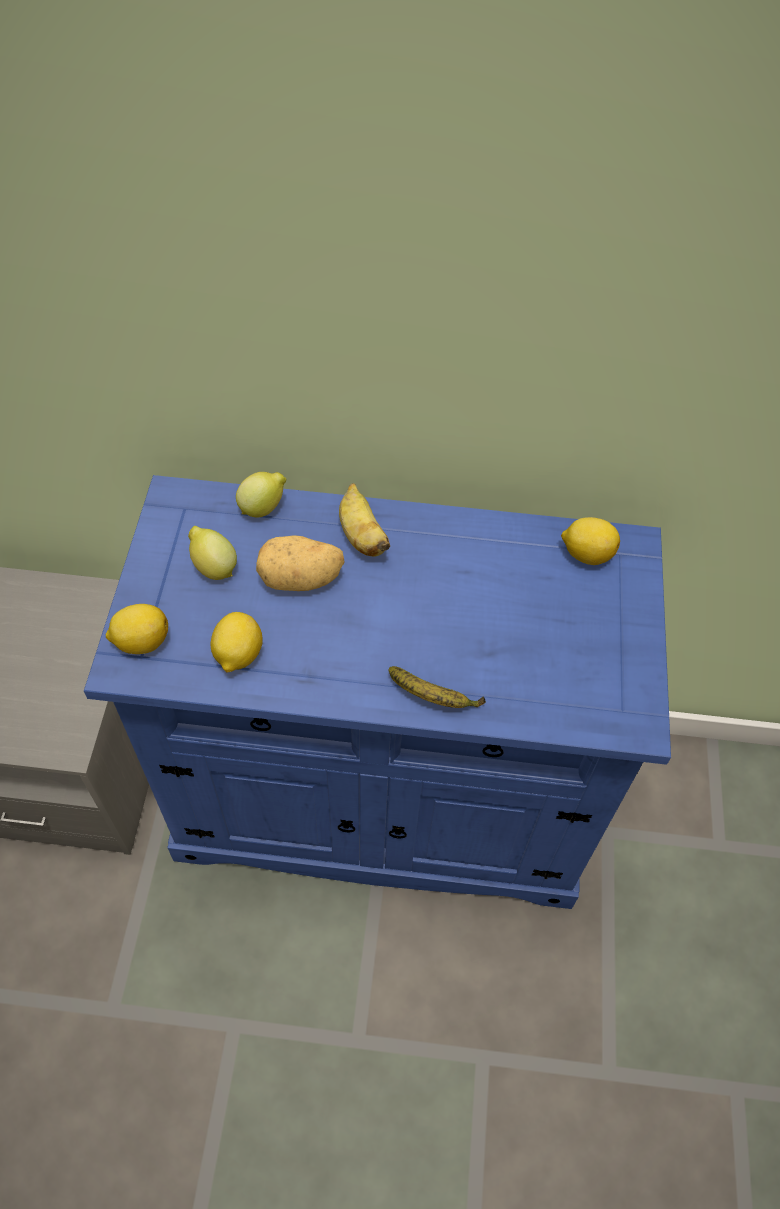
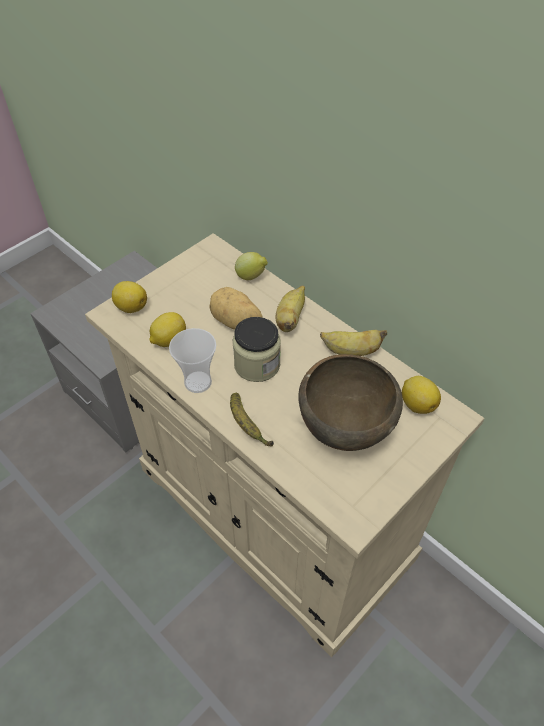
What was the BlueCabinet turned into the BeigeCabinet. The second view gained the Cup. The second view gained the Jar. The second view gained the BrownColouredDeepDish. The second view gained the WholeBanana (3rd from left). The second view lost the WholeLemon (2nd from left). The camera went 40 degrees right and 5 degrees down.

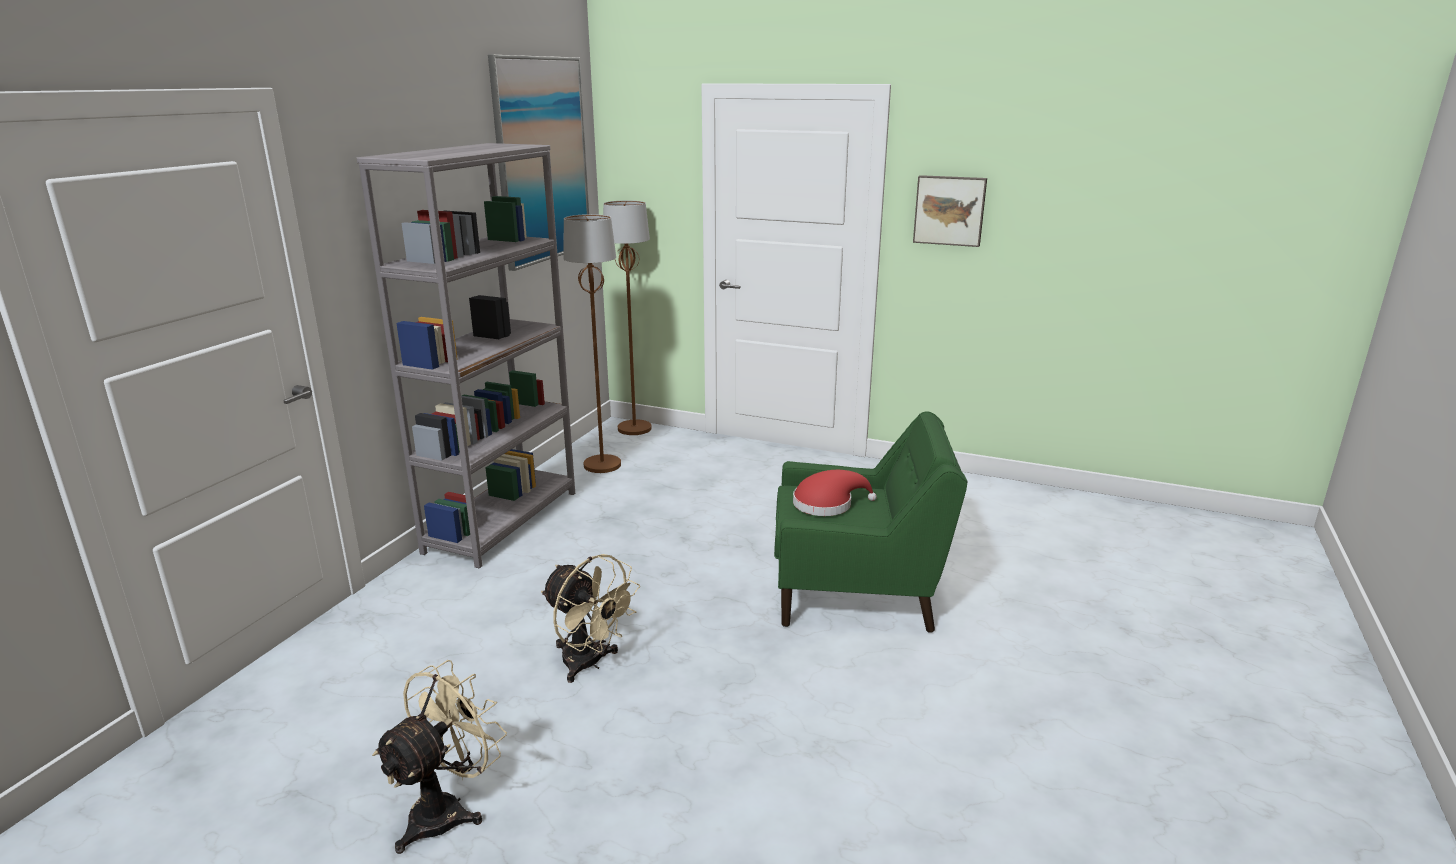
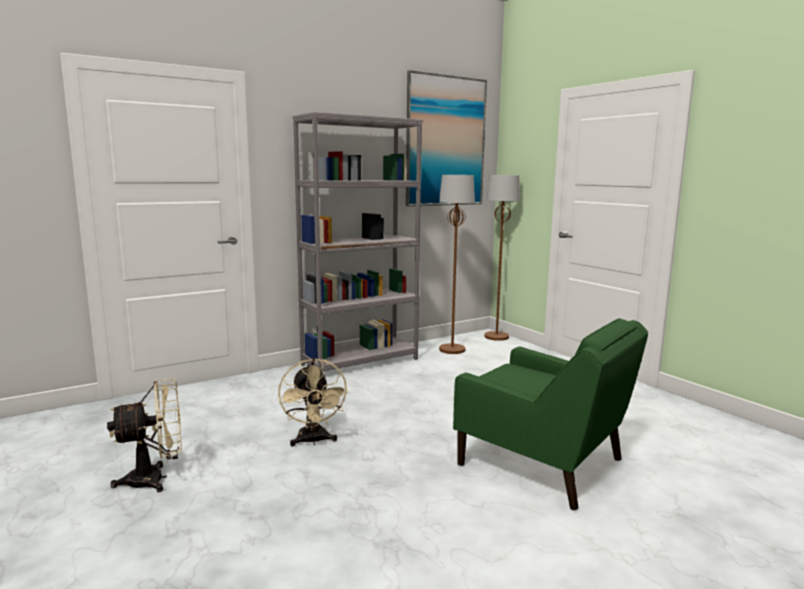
The second view lost the RedHat. The second view lost the Picture (2nd from left). The camera went 35 degrees right and 10 degrees down.

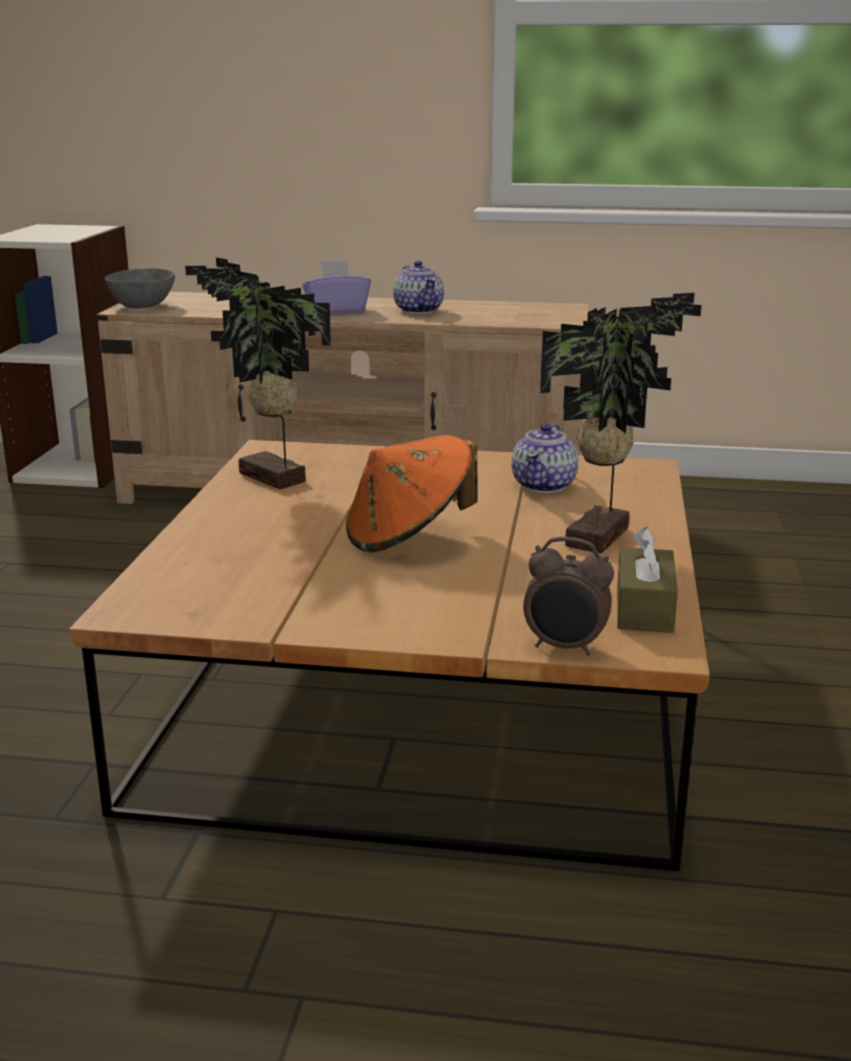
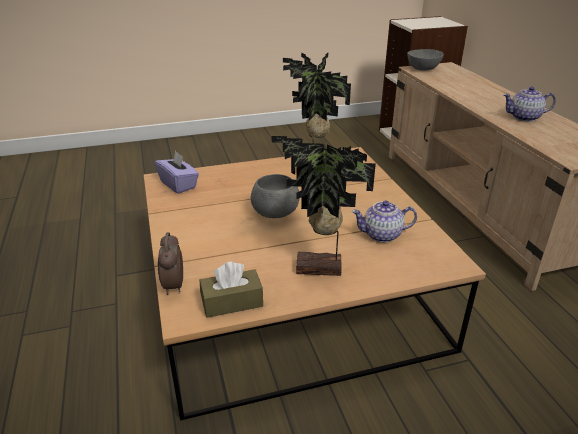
The PurplishBoxOfTissues ended up elsewhere. Where the OrangeColouredHat stood, the GreyDeepDish (1st from left) came to stand. The Teapot (1st from left in the first image) ended up facing another way, 45 degrees clockwise from before. The camera went 65 degrees right and 10 degrees up.

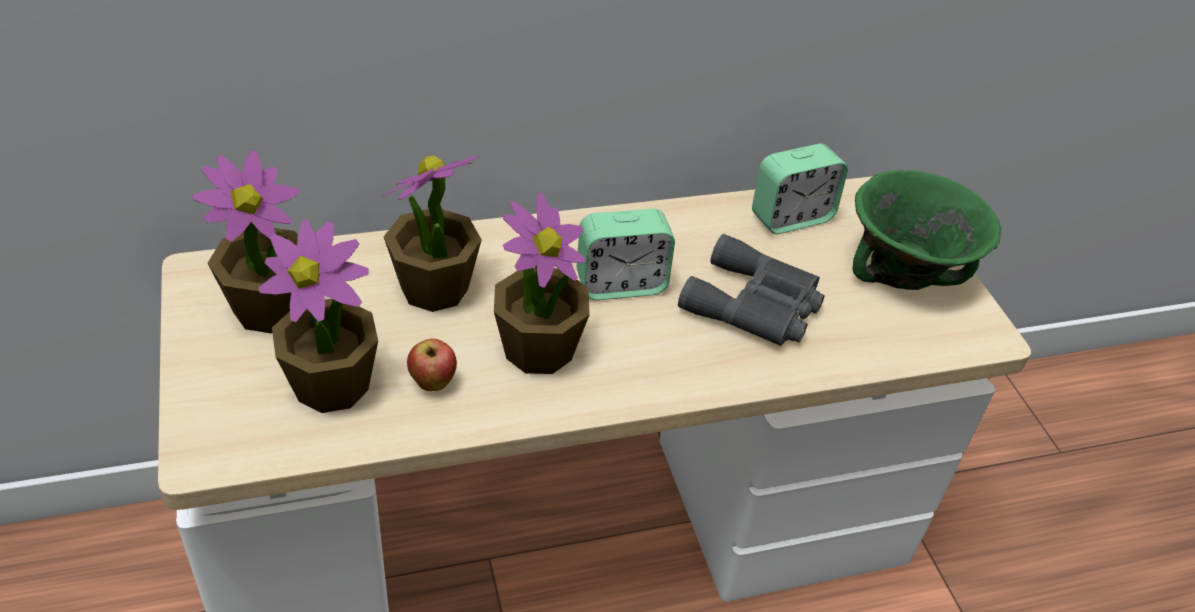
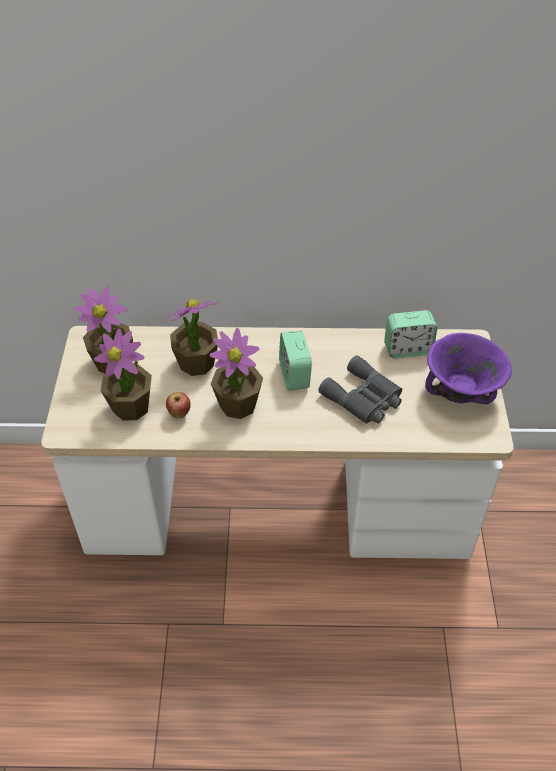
The TableClock (1st from left) ended up facing another way, 75 degrees clockwise from before. What was the GreenColouredDeepDish turned into the PurplishDeepDish. The camera went 20 degrees right and 5 degrees up.

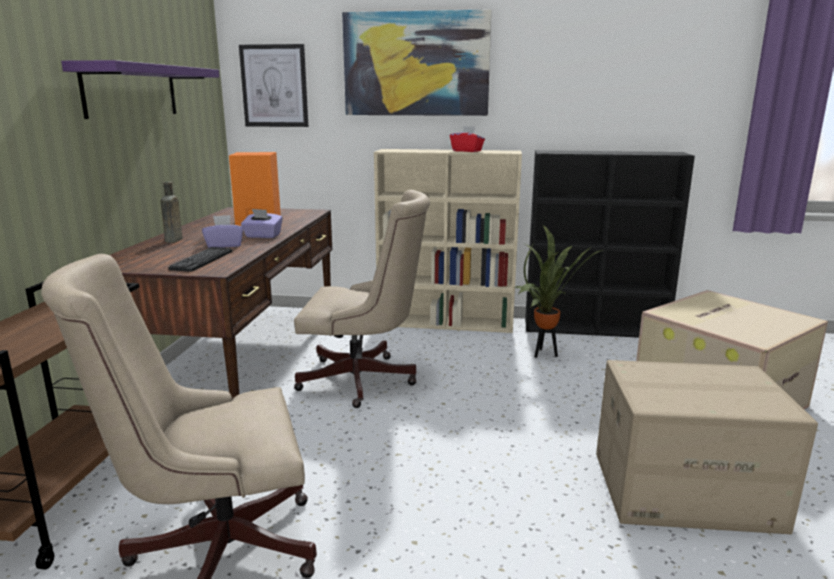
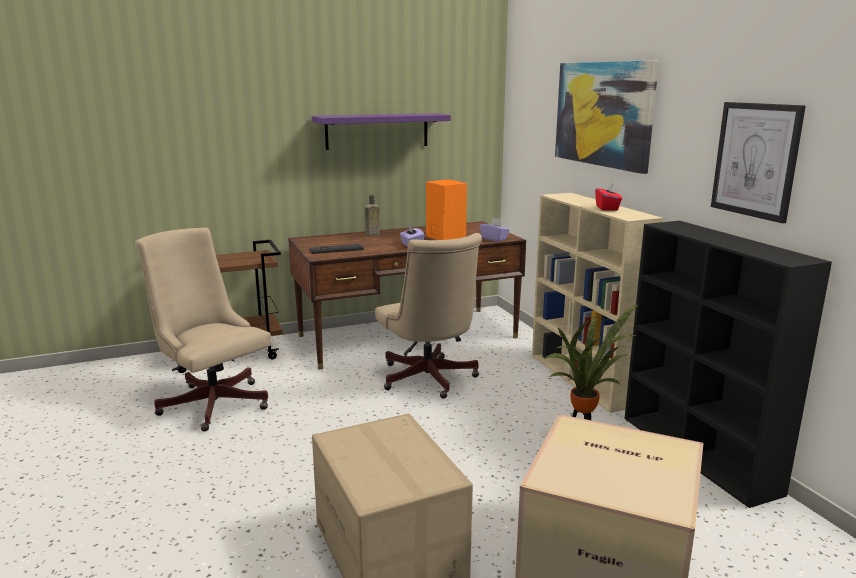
The PurplishBoxOfTissues (1st from left in the first image) ended up elsewhere. The Picture (1st from left in the first image) ended up elsewhere. The camera went 60 degrees right and 0 degrees up.

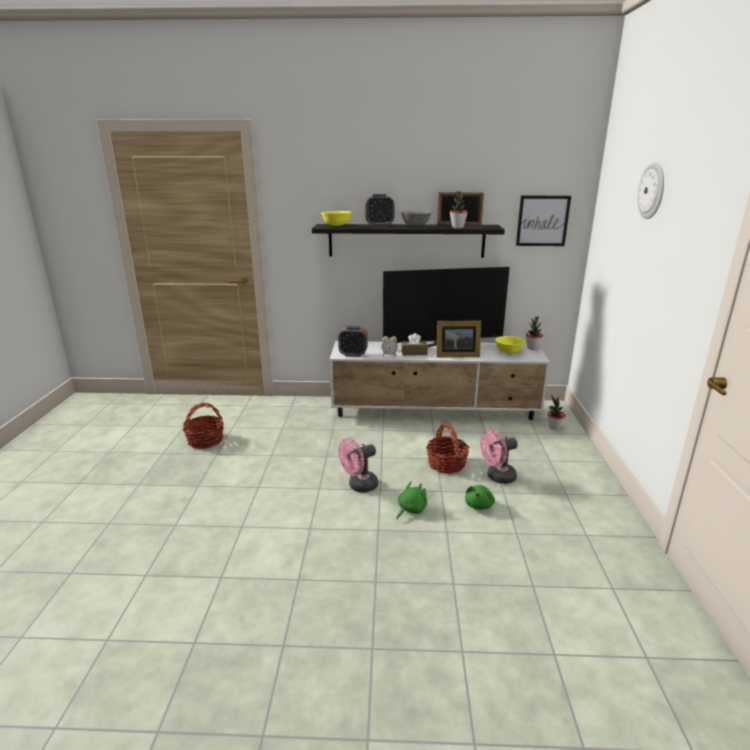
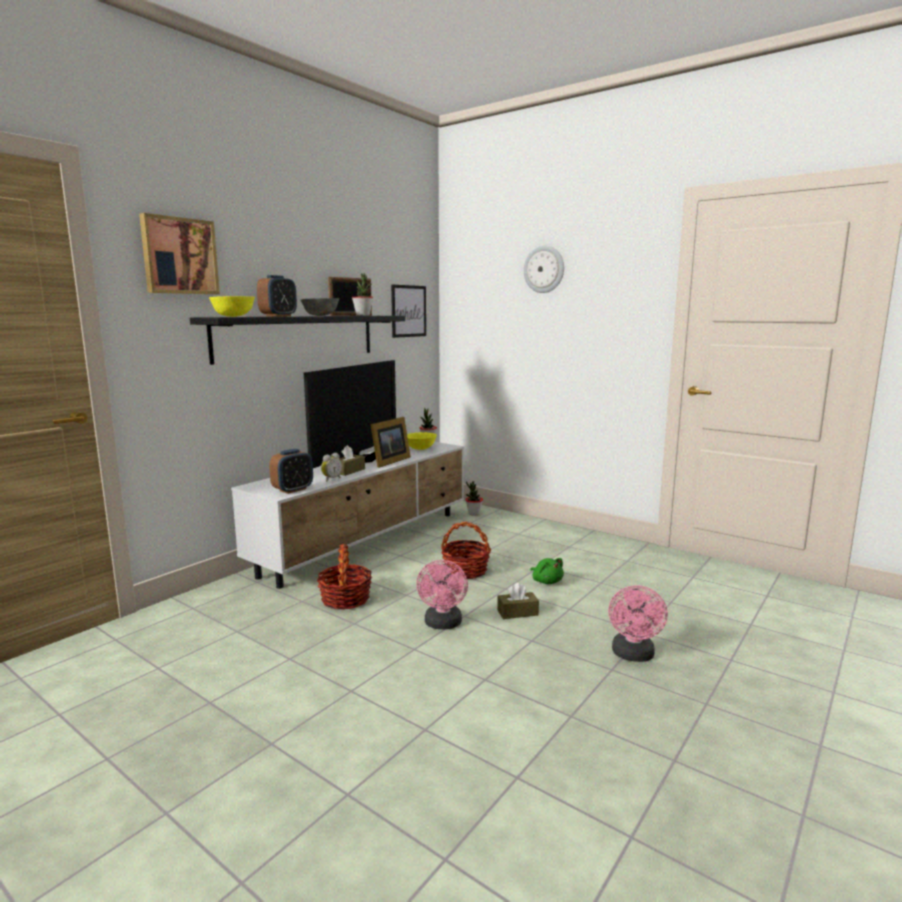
The second view gained the Picture (1st from left). The StorageBasket (1st from left) ended up elsewhere. Where the GreenColouredCuddlyToy (1st from left) stood, the BrownColouredBoxOfTissues (2nd from left) came to stand. The PinkColouredFan (2nd from left) ended up elsewhere. The camera went 55 degrees left and 10 degrees down.

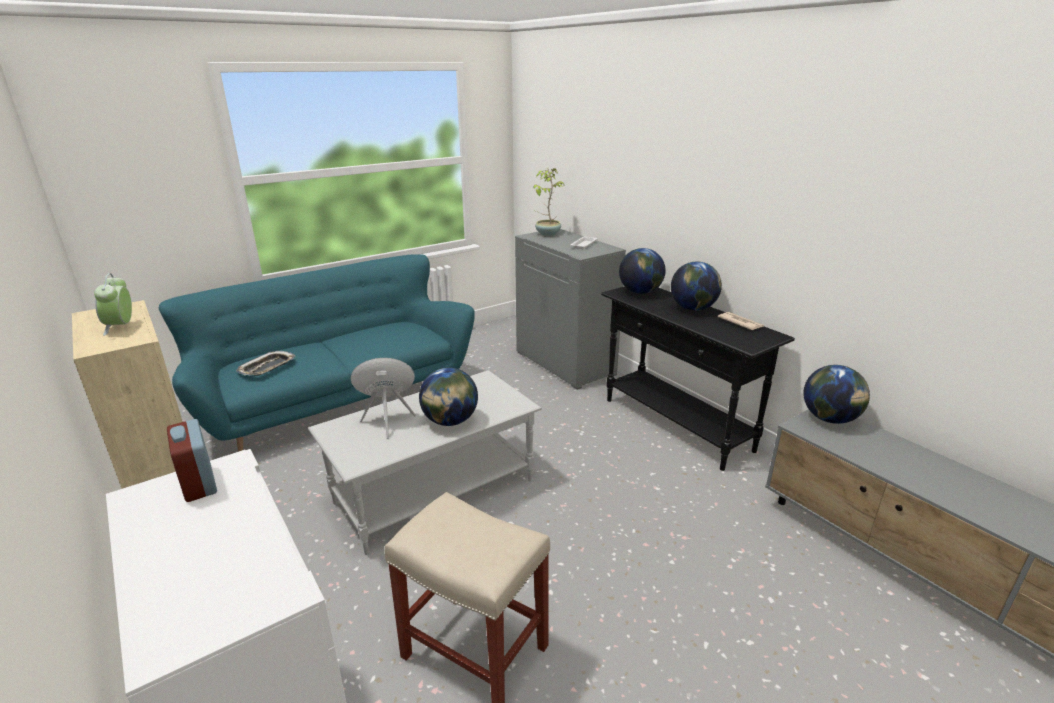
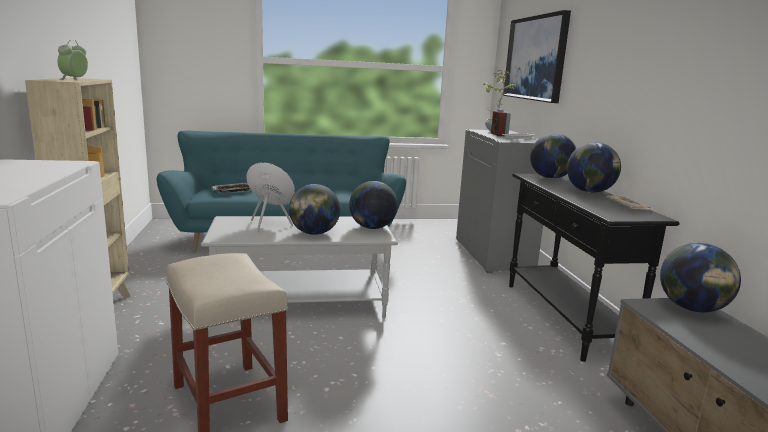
The second view gained the Globe (2nd from left). The TableClock (2nd from left) ended up elsewhere. The second view gained the Picture. The camera went 25 degrees right and 10 degrees down.

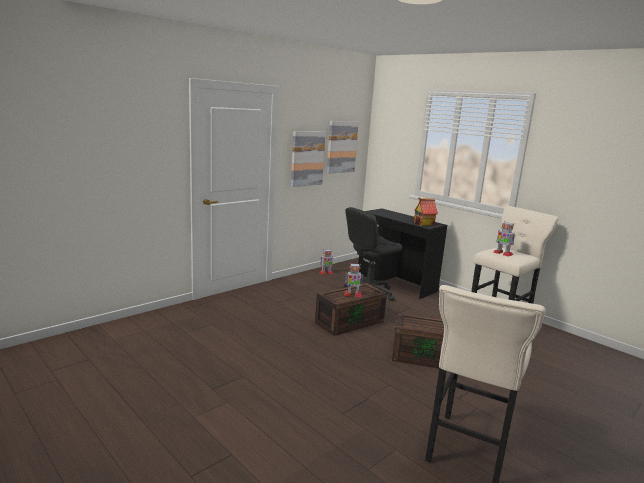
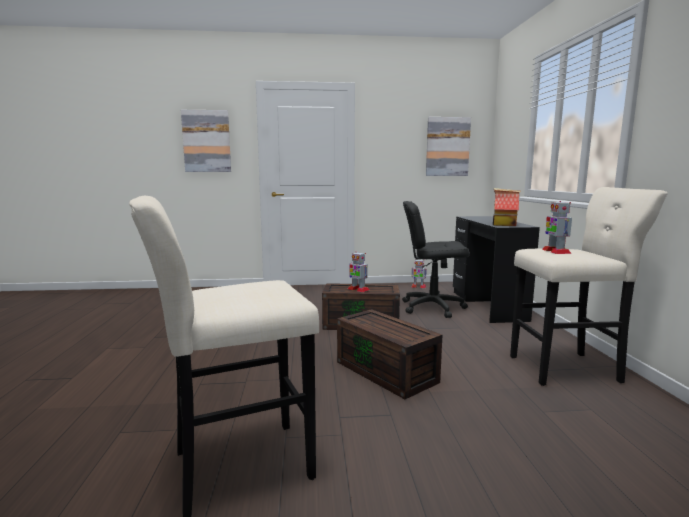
The Picture (1st from left) ended up elsewhere. The camera went 40 degrees right and 5 degrees down.

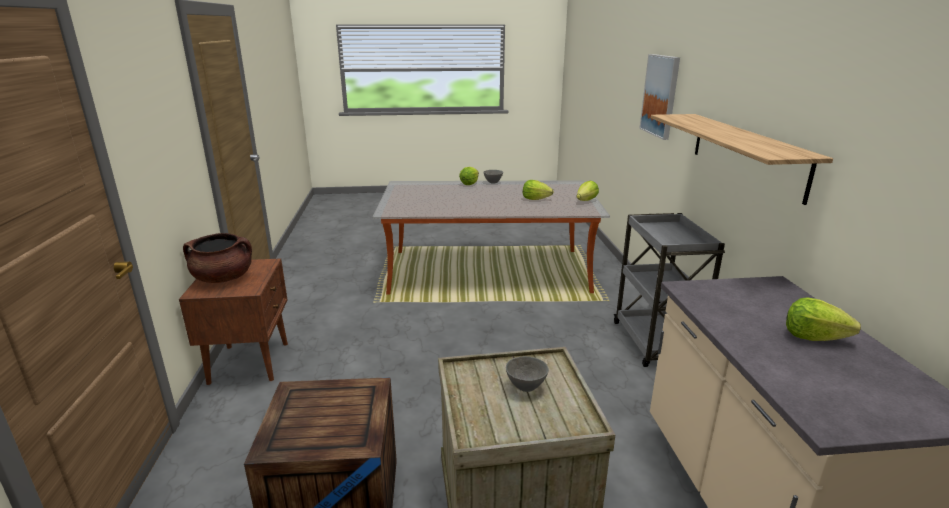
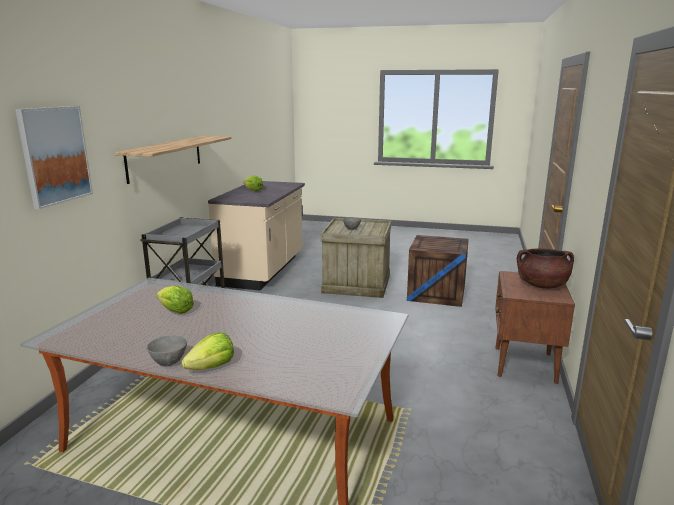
The second view lost the LettuceHead (3rd from left). The camera went 160 degrees left and 5 degrees down.

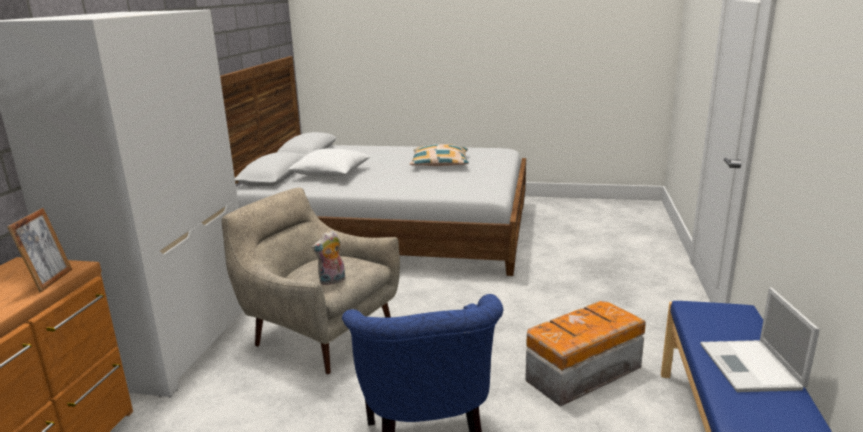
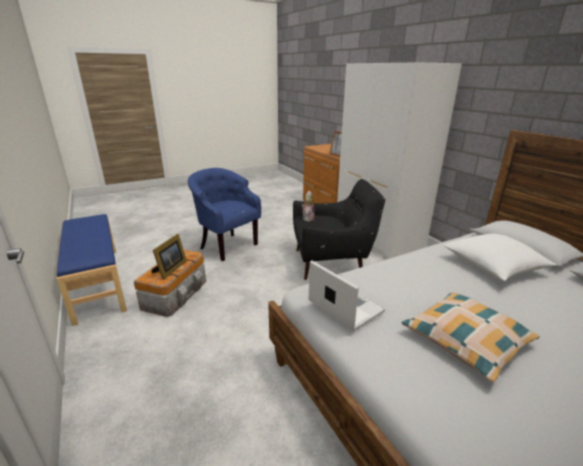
The second view gained the StandingFrame (1st from left). What was the BeigeLoungeChair turned into the BlackColouredLoungeChair. The NotebookComputer ended up elsewhere. The camera went 140 degrees right and 5 degrees up.

